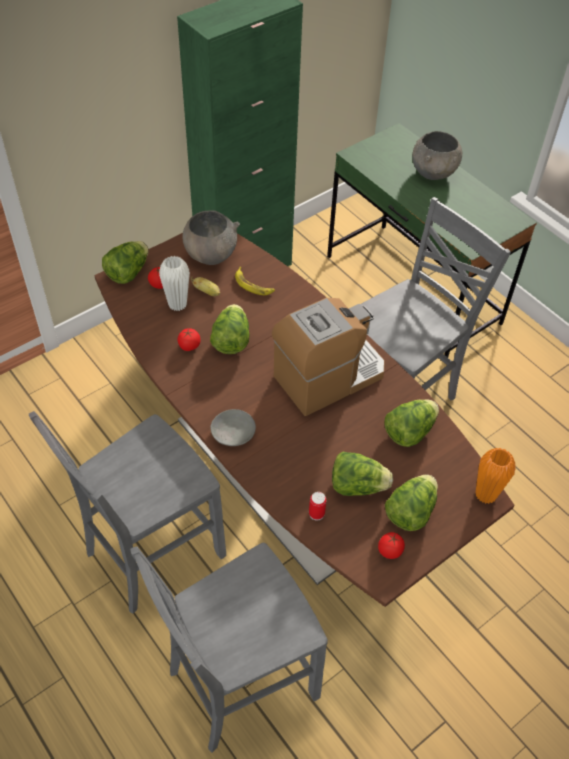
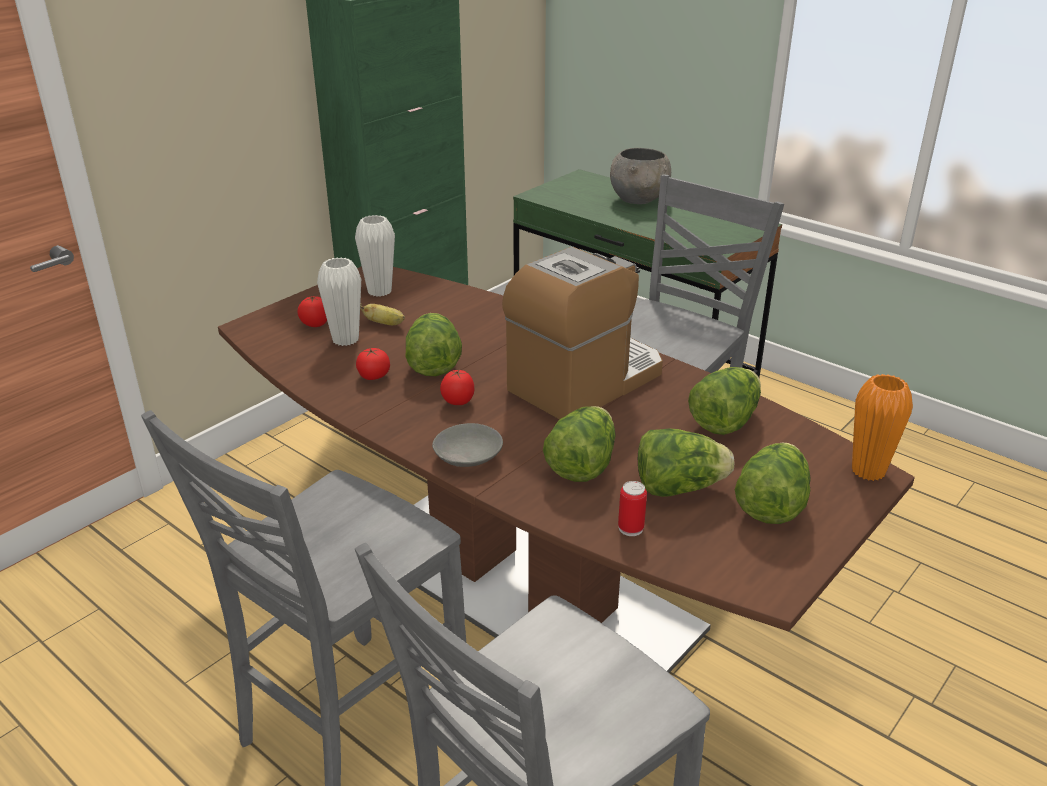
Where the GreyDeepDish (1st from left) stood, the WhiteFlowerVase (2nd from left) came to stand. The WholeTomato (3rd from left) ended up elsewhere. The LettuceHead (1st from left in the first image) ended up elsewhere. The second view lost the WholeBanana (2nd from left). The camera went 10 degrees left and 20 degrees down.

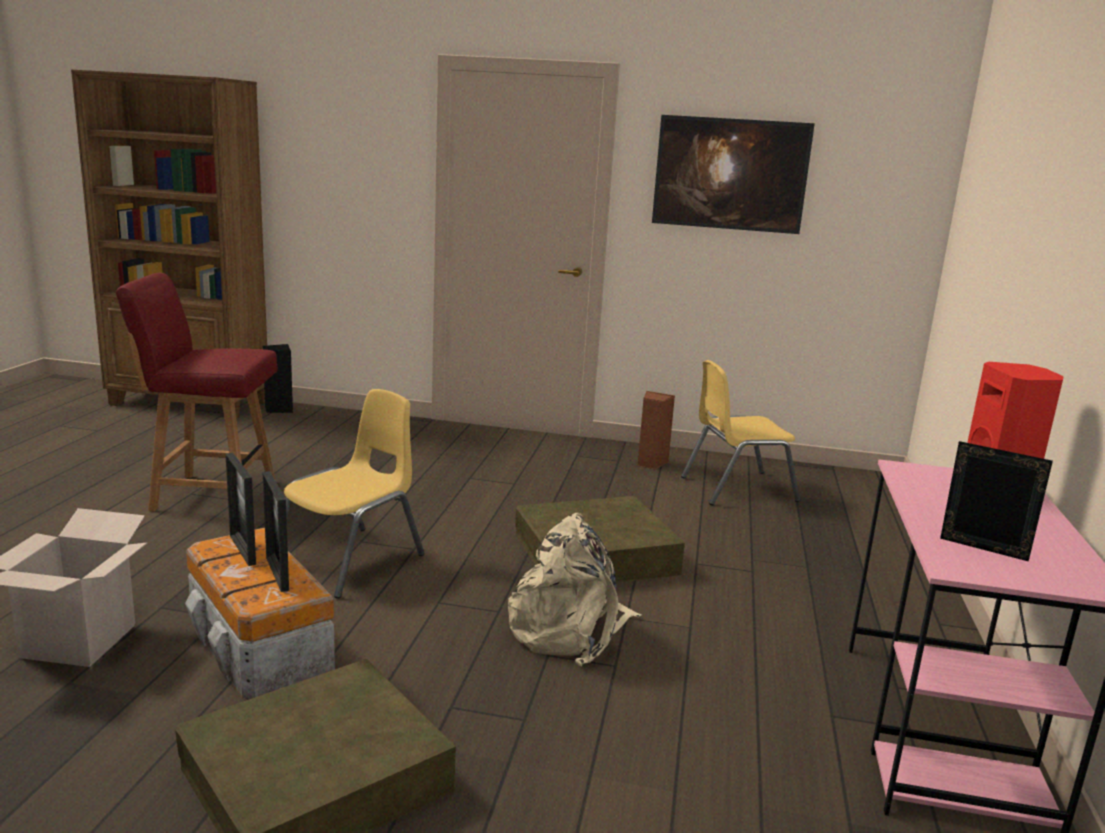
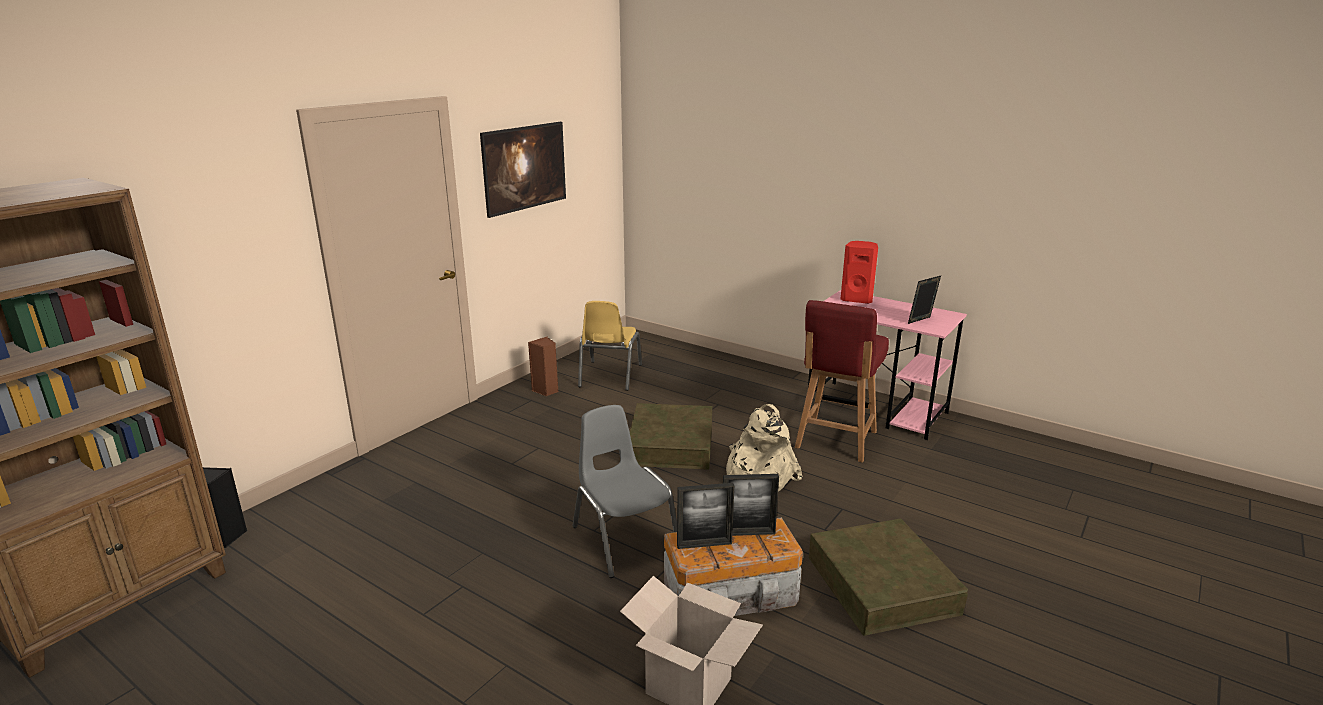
What was the YellowUprightChair (1st from left) turned into the GreyUprightChair. The RedUprightChair ended up elsewhere. The camera went 65 degrees left and 5 degrees up.

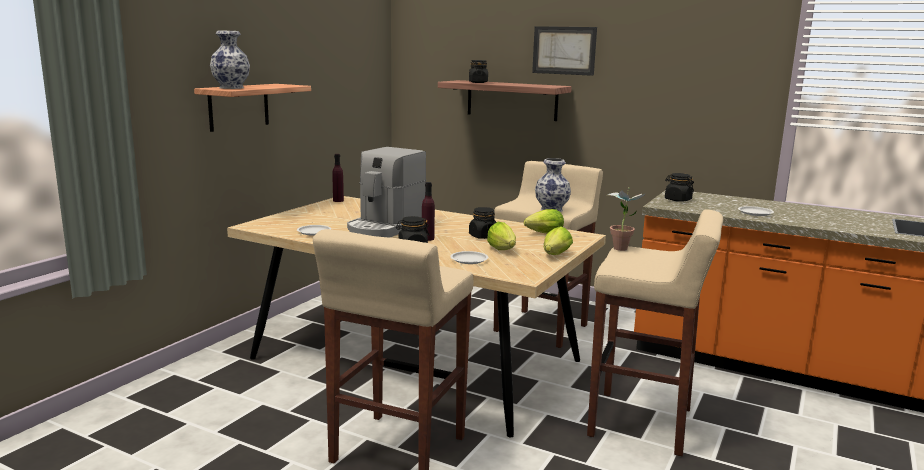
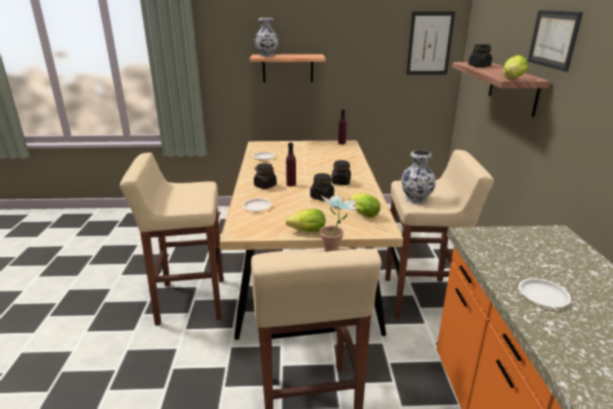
The BlackColouredJar (4th from left in the first image) ended up elsewhere. The second view gained the Picture (1st from left). The LettuceHead (1st from left in the first image) ended up elsewhere. The second view lost the CoffeeMachine. The camera went 60 degrees right and 10 degrees up.

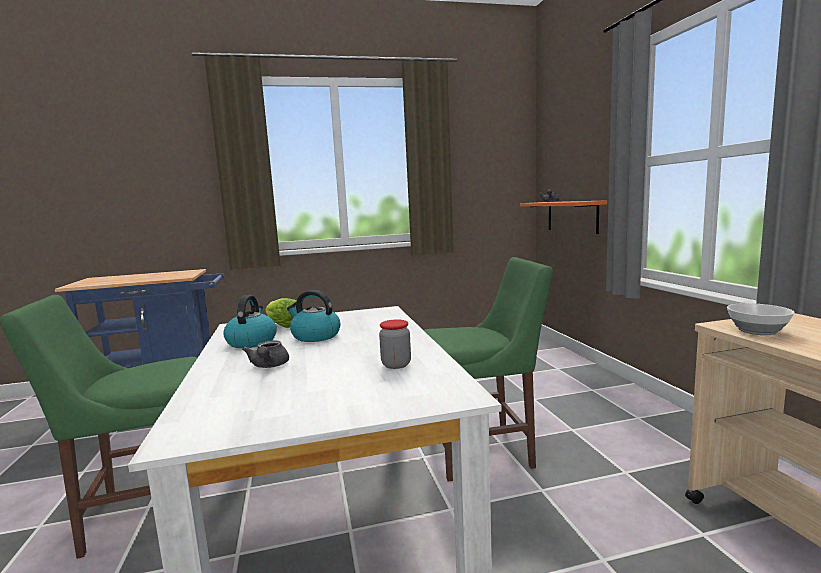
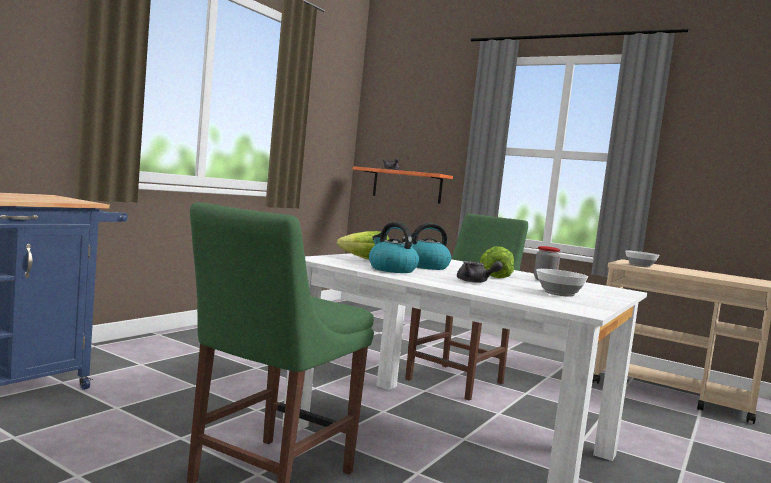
The second view gained the LettuceHead (2nd from left). The second view gained the DeepDish (1st from left). The camera went 45 degrees left and 5 degrees down.

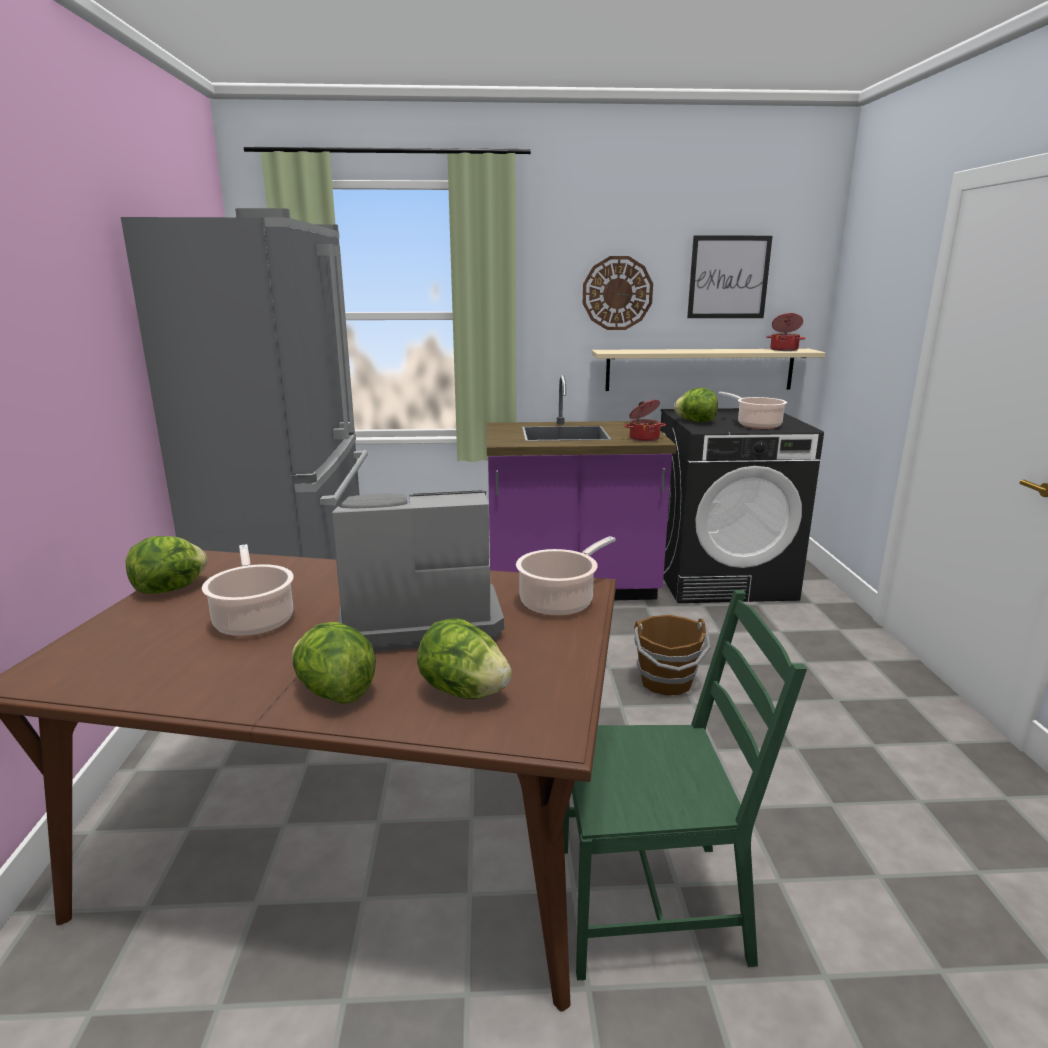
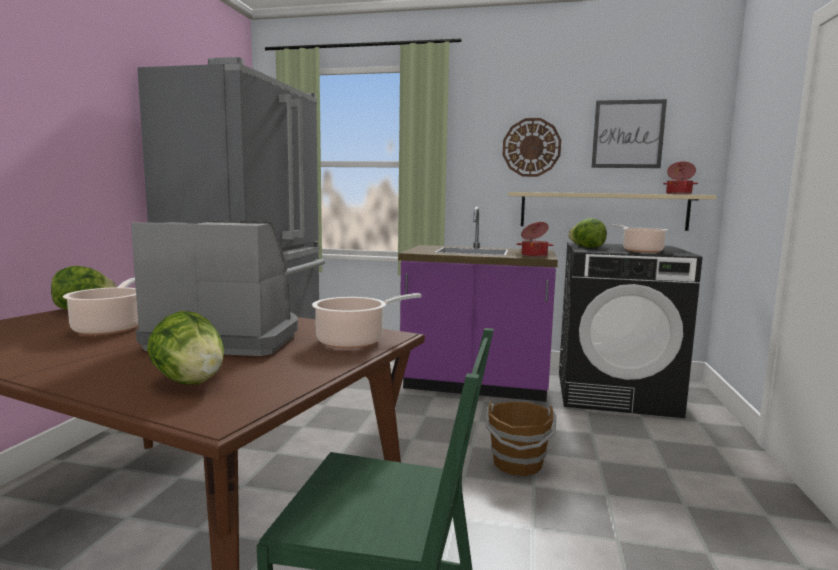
The second view lost the LettuceHead (2nd from left). The camera went 15 degrees right and 10 degrees down.

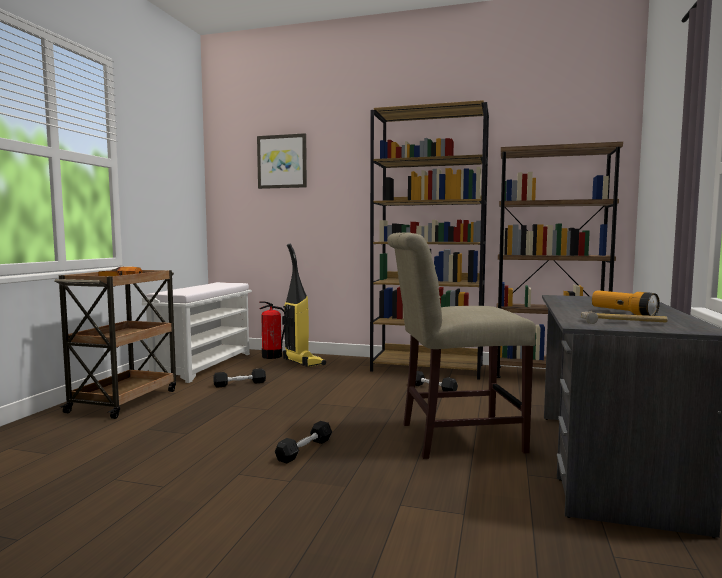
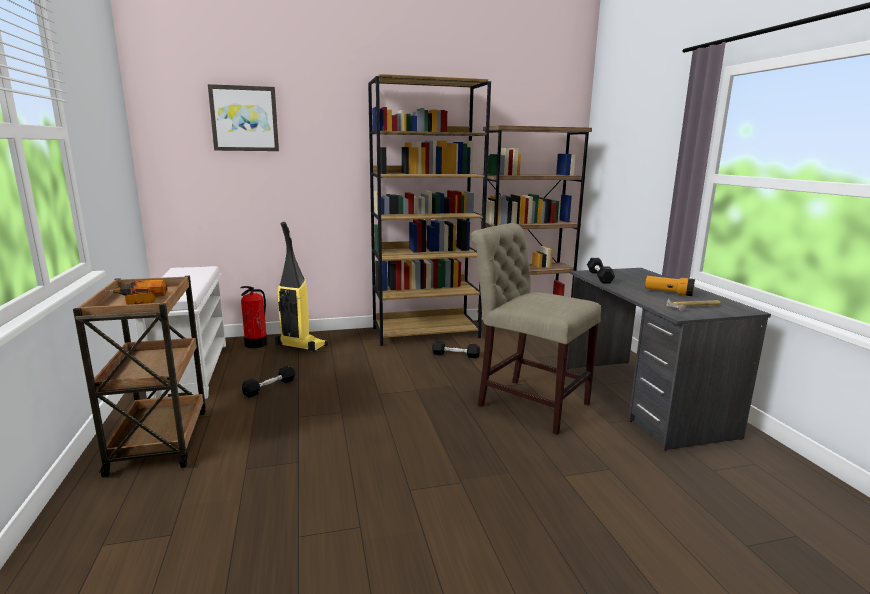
The BeigeUprightChair ended up facing another way, 75 degrees clockwise from before. The BlackColouredFreeWeight (2nd from left in the first image) ended up elsewhere. The camera went 30 degrees left and 10 degrees up.

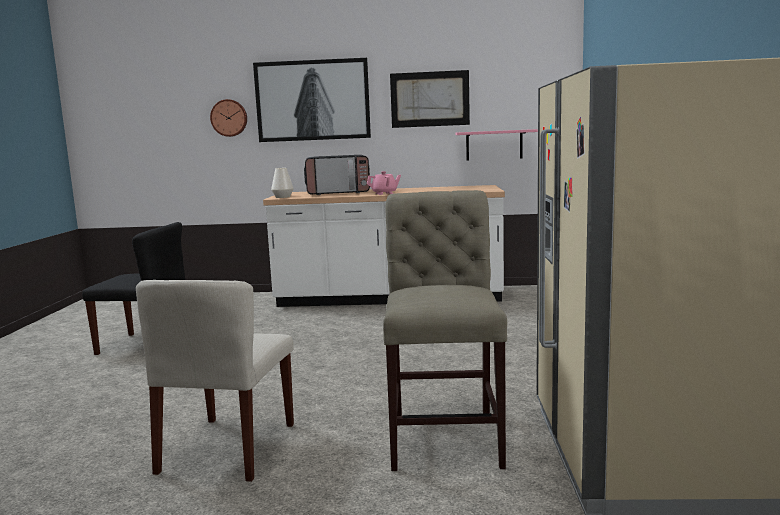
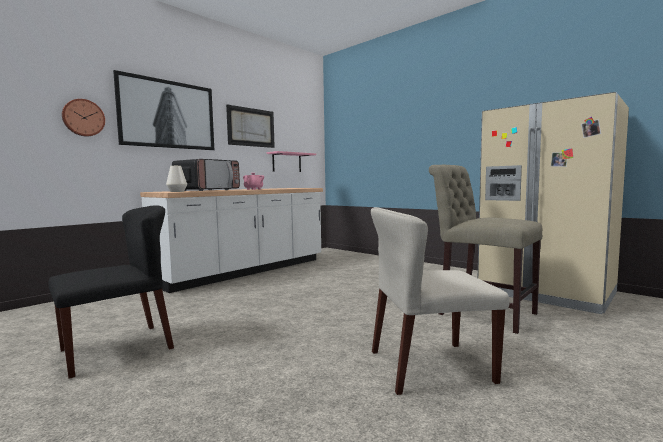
The BeigeUprightChair (1st from left) ended up facing another way, 120 degrees clockwise from before. The camera went 50 degrees left and 5 degrees down.

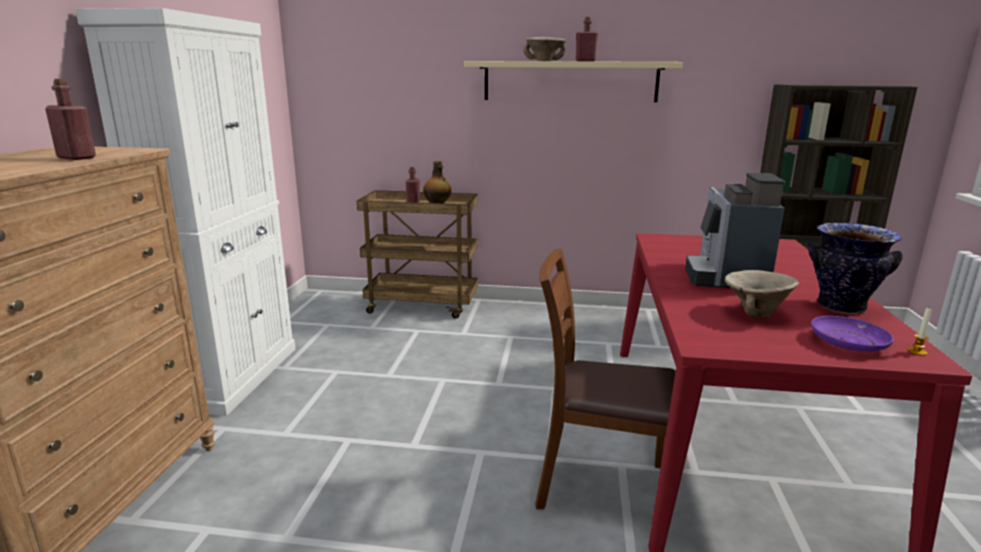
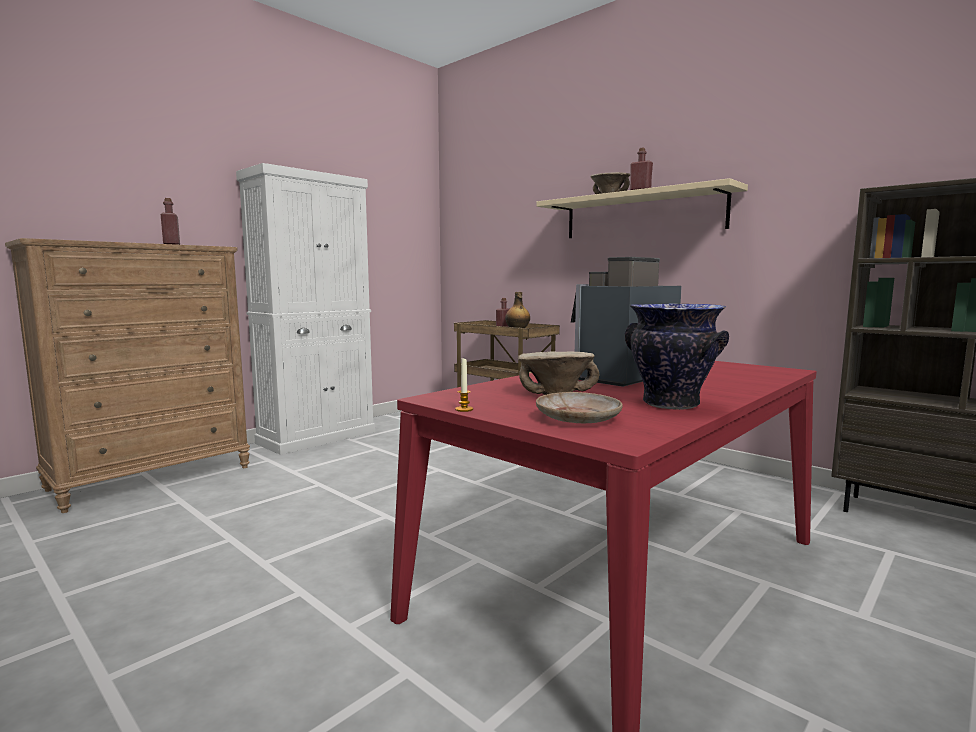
The Candle ended up elsewhere. What was the PurplishFlatDish turned into the BeigeFlatDish. The second view lost the BrownColouredUprightChair. The camera went 35 degrees right and 10 degrees down.

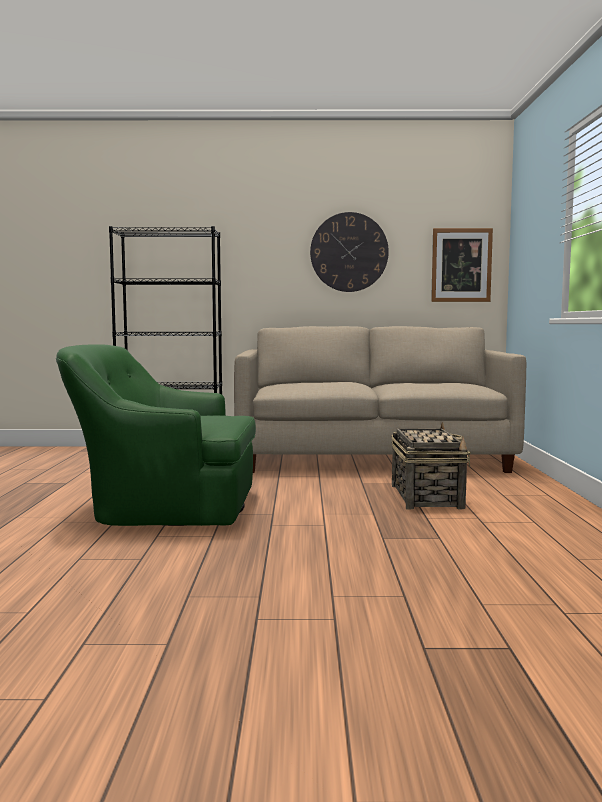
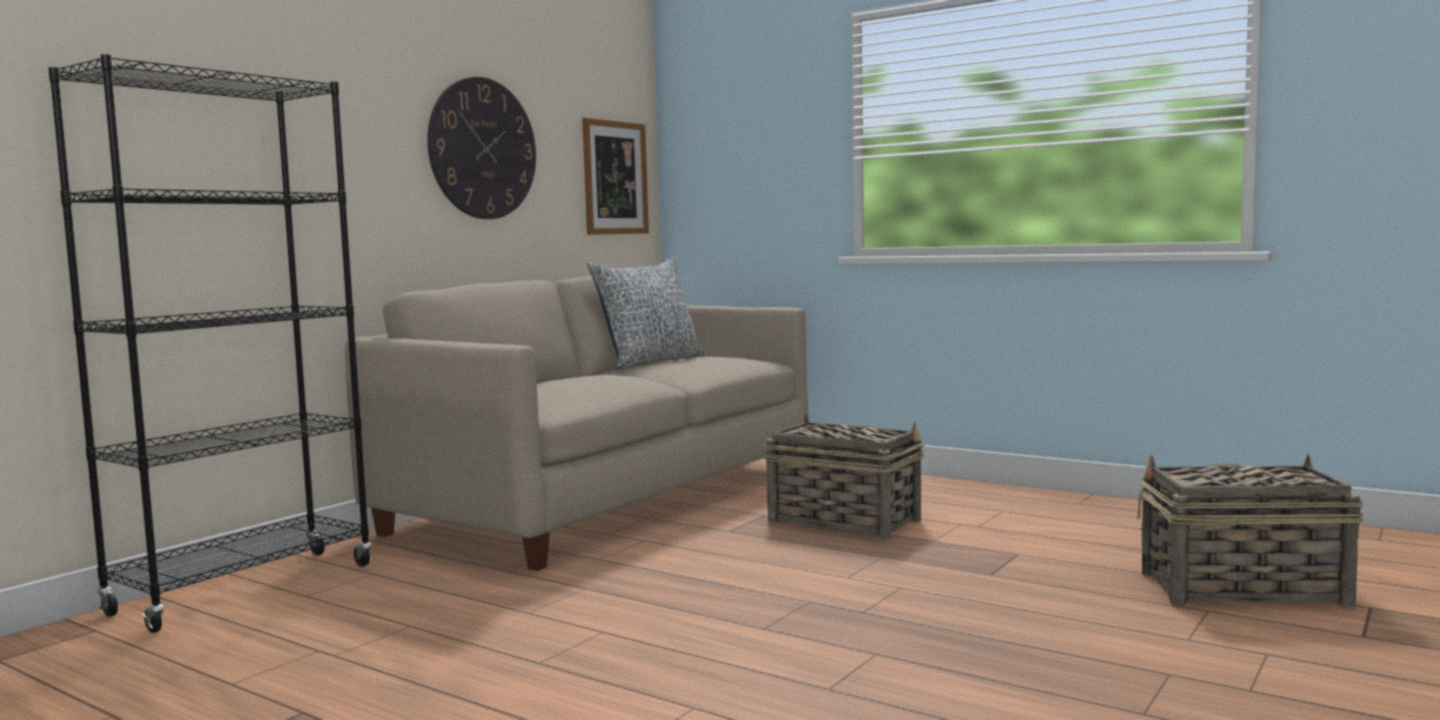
The second view gained the Cushion. The second view gained the StorageBasket (2nd from left). The second view lost the GreenColouredLoungeChair. The camera went 55 degrees left and 0 degrees up.

